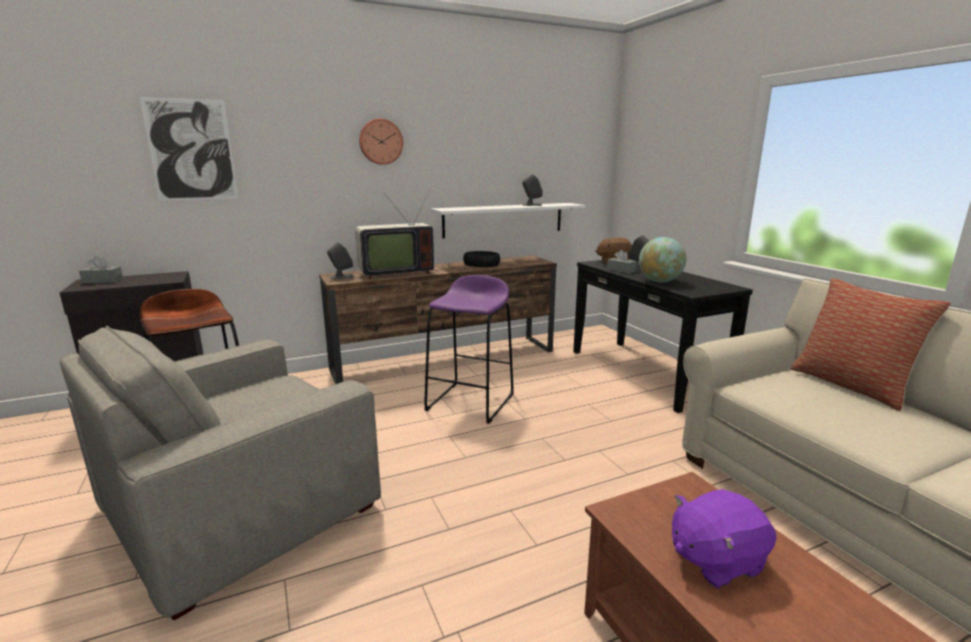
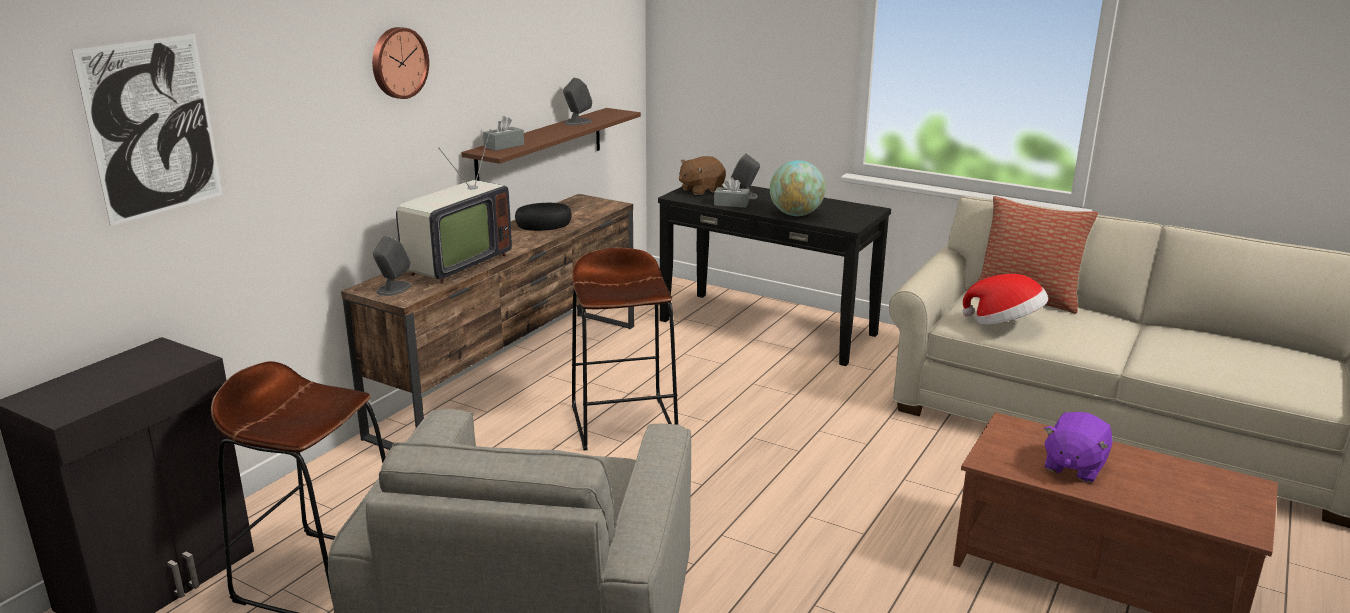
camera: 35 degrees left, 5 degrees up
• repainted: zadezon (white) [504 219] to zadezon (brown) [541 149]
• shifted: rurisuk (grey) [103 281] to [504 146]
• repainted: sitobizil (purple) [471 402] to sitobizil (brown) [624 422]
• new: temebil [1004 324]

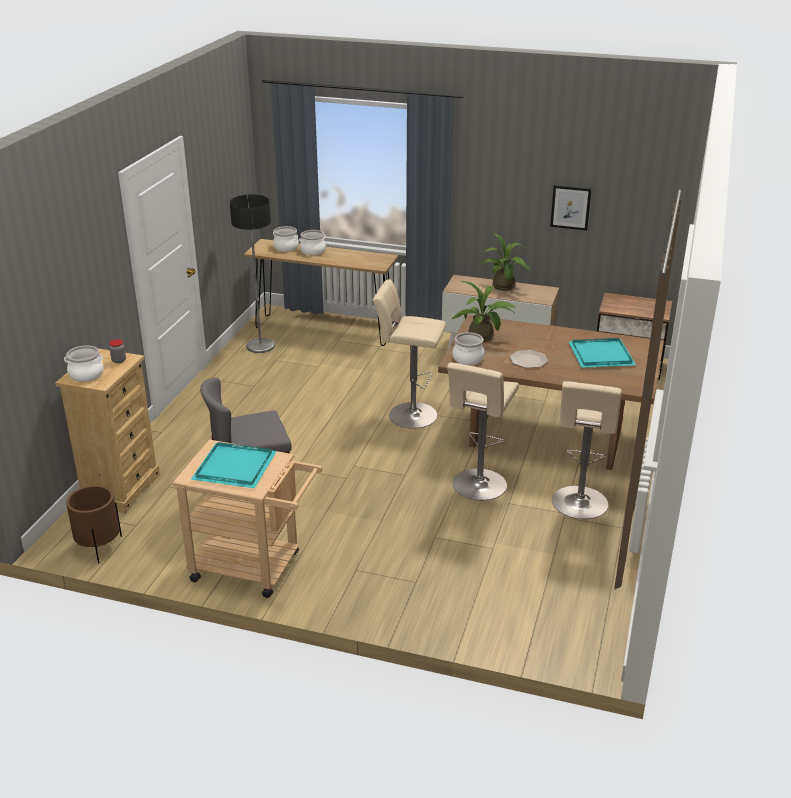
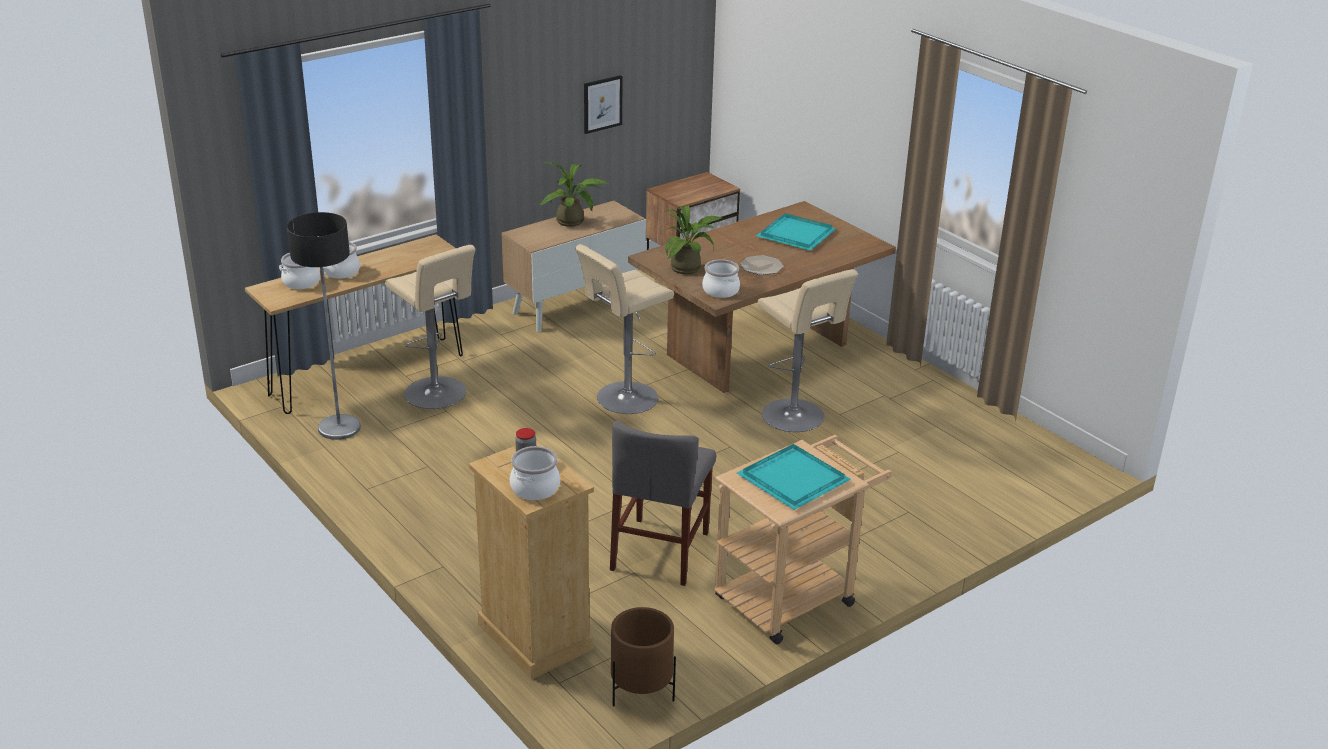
camera: 55 degrees left, 0 degrees up
• shifted: sitobizil (beige) [579 505] to [438 394]

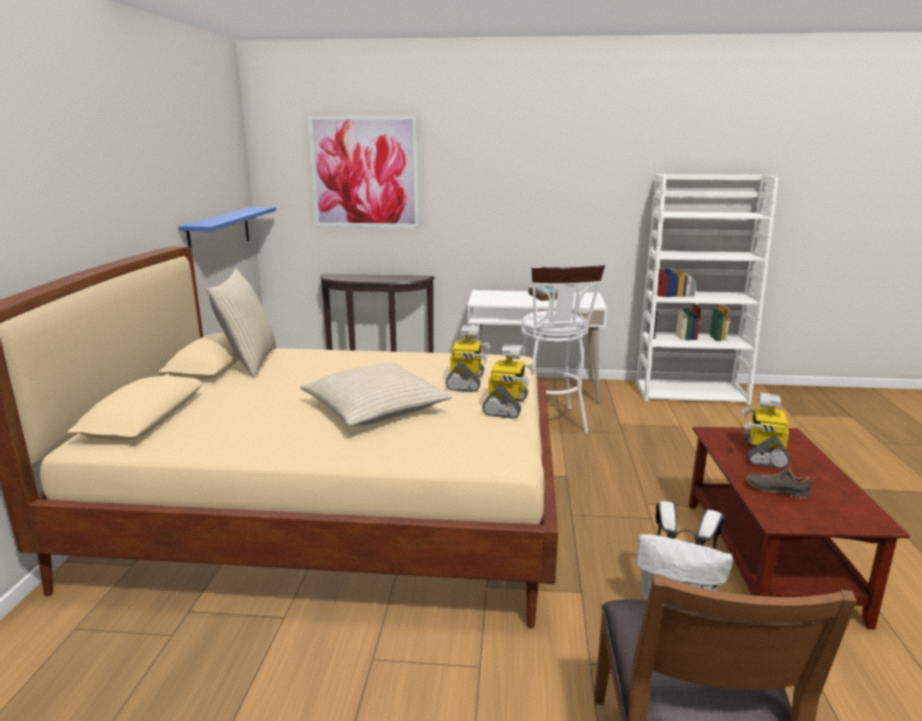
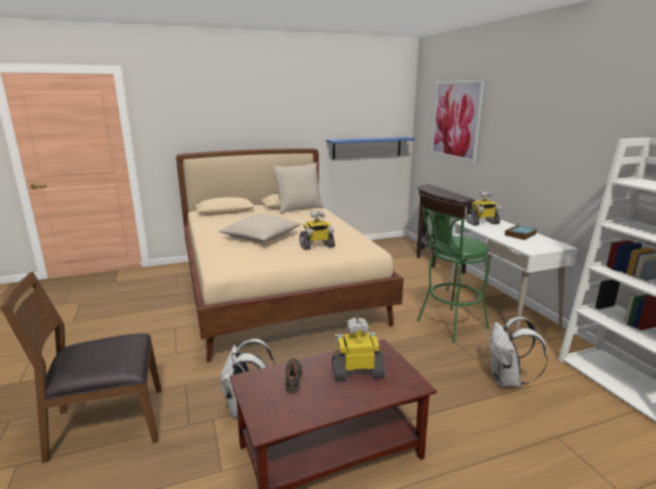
camera: 65 degrees right, 0 degrees up
• repainted: sitobizil (white) [551 424] to sitobizil (green) [448 326]
• shifted: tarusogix [507 406] to [482 223]
• new: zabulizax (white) [507 380]

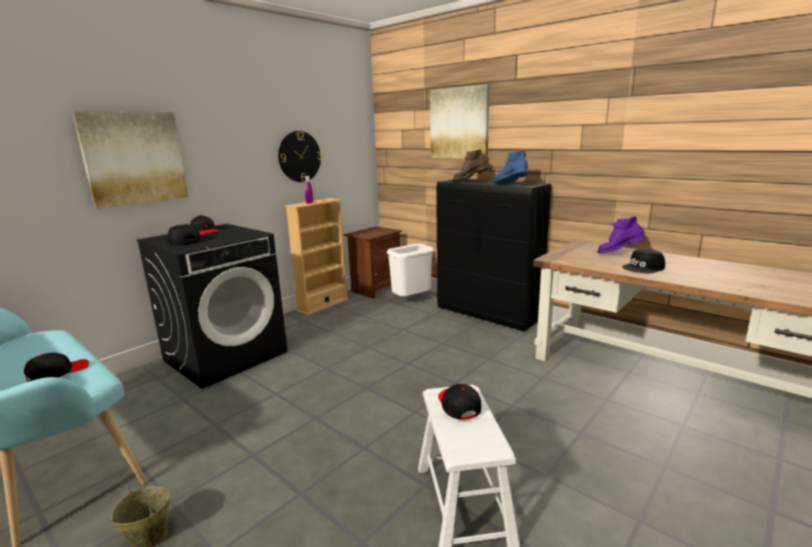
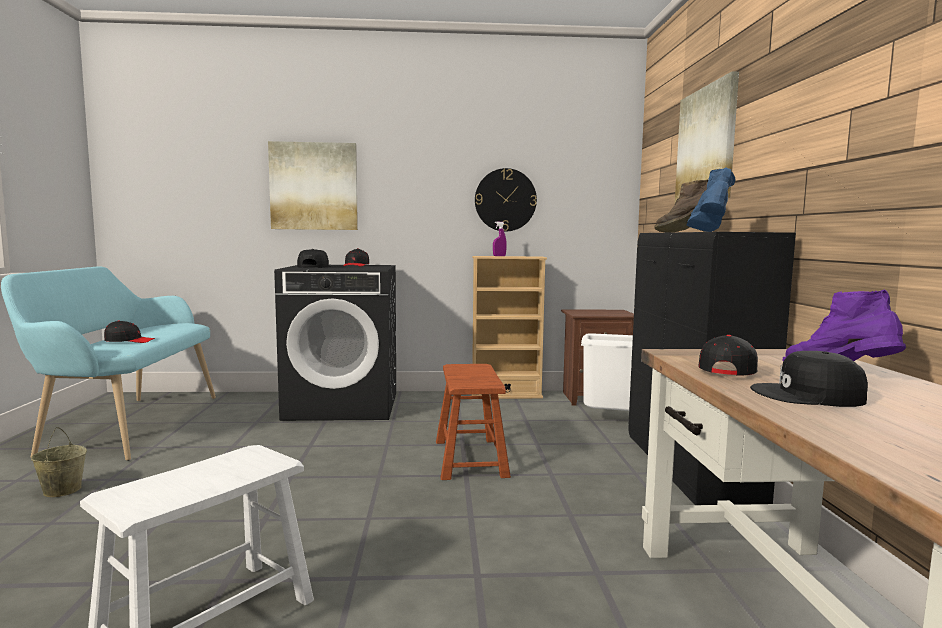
camera: 45 degrees right, 10 degrees down
• shifted: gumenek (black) [458 405] to [727 370]
• new: sitobizil (brown) [470 458]

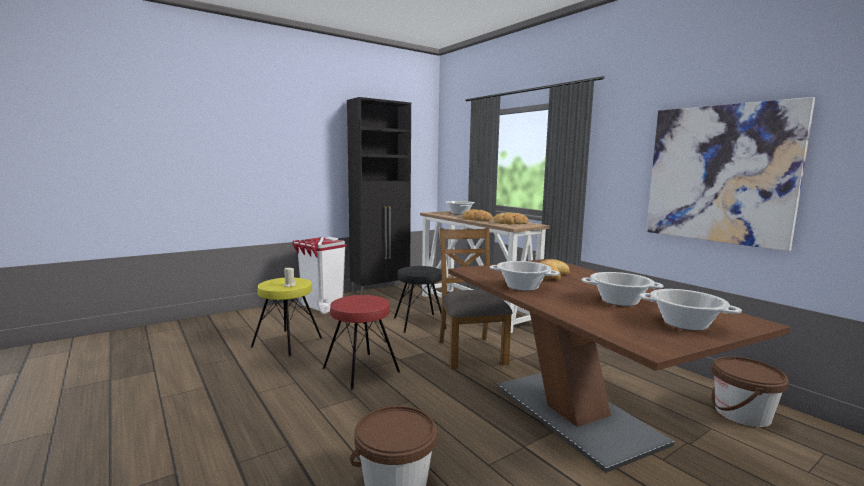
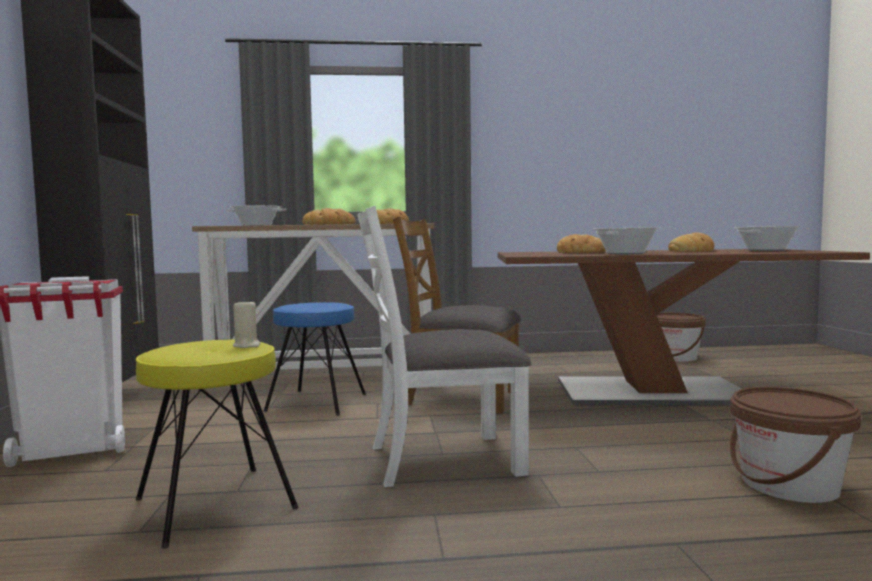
camera: 60 degrees left, 5 degrees down
• gone: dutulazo [719 174]
• repainted: sitobizil (black) [420 323] to sitobizil (blue) [317 402]
• swapped: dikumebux [619 301] to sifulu [693 251]
• swapped: sitobizil (red) [361 370] to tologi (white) [442 459]

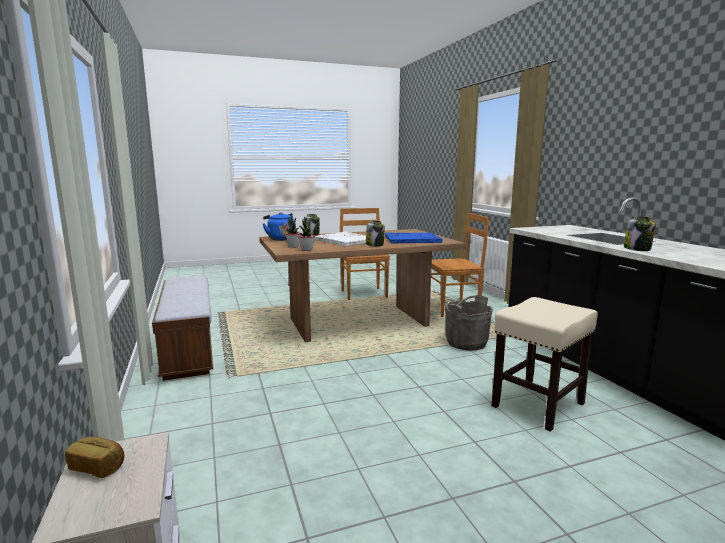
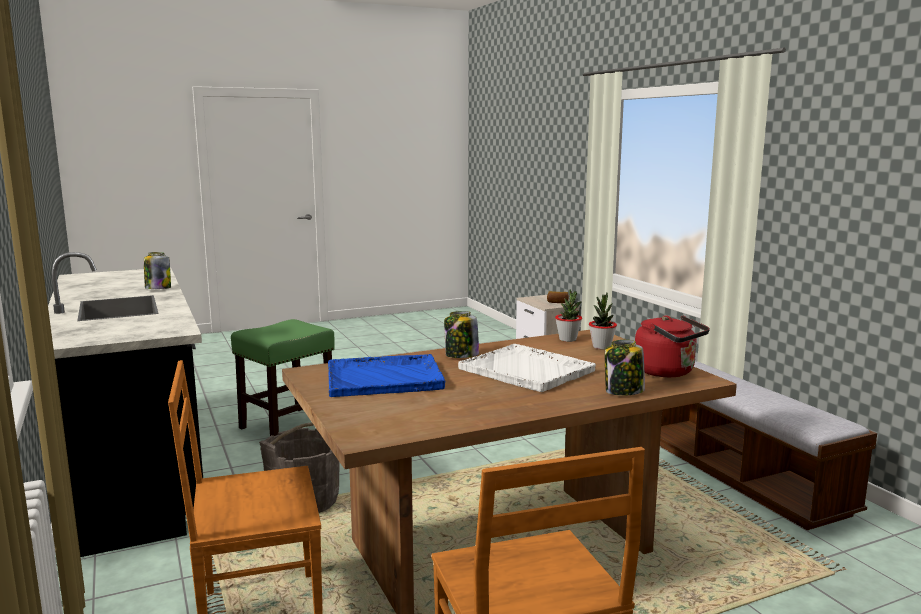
camera: 175 degrees right, 0 degrees up
• repainted: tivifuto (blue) [280 239] to tivifuto (red) [668 372]
• repainted: sitobizil (beige) [537 405] to sitobizil (green) [288 425]

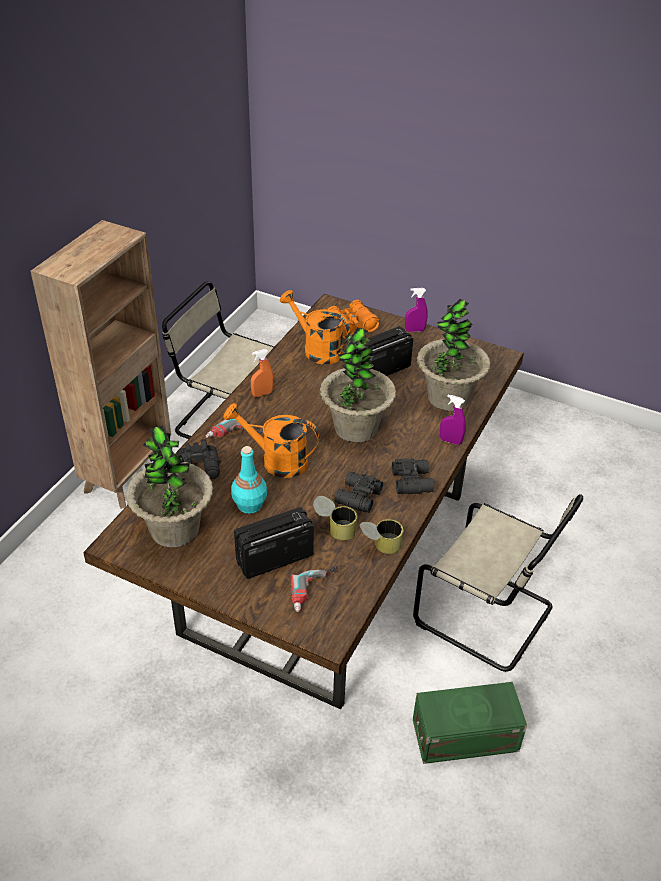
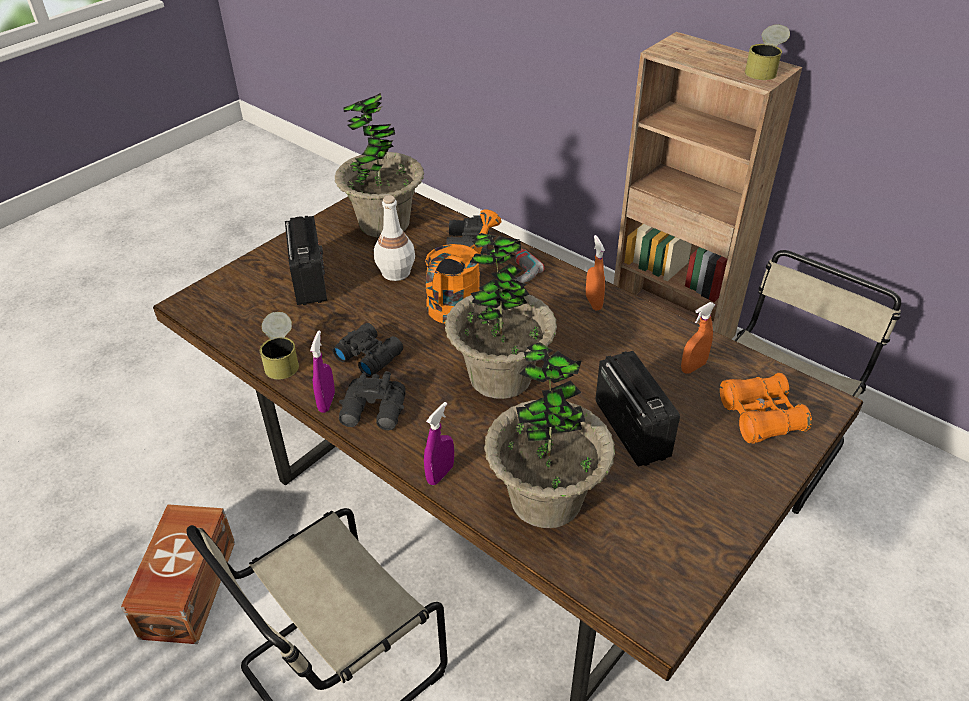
camera: 105 degrees right, 0 degrees up
• shifted: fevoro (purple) [415 330] to [327 402]
• swapped: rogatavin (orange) [317 349] to fevoro (orange) [693 367]
• repainted: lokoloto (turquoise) [249 505] to lokoloto (white) [395 272]
• shifted: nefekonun [335 527] to [764 70]
• gone: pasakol [317 591]
• repainted: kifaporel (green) [467 736] to kifaporel (brown) [186 590]

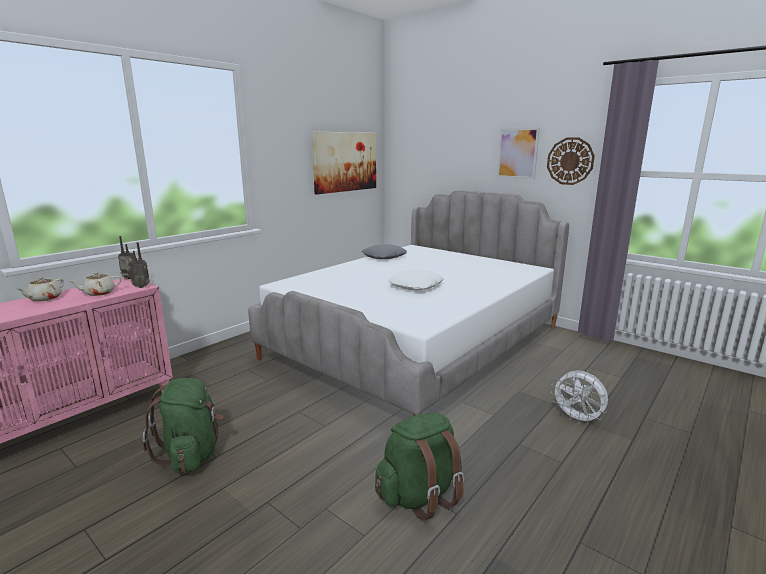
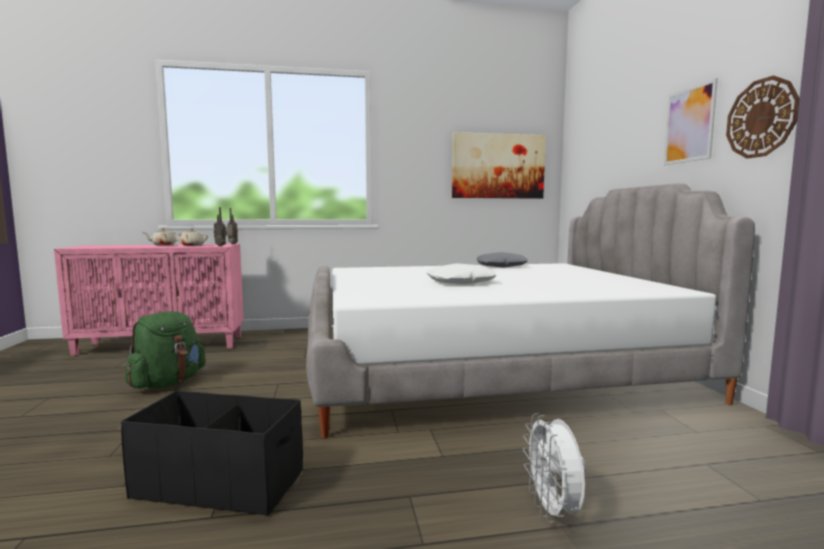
camera: 40 degrees right, 10 degrees down
• swapped: zabulizax (green) [420 495] to kifaporel (black) [220 483]

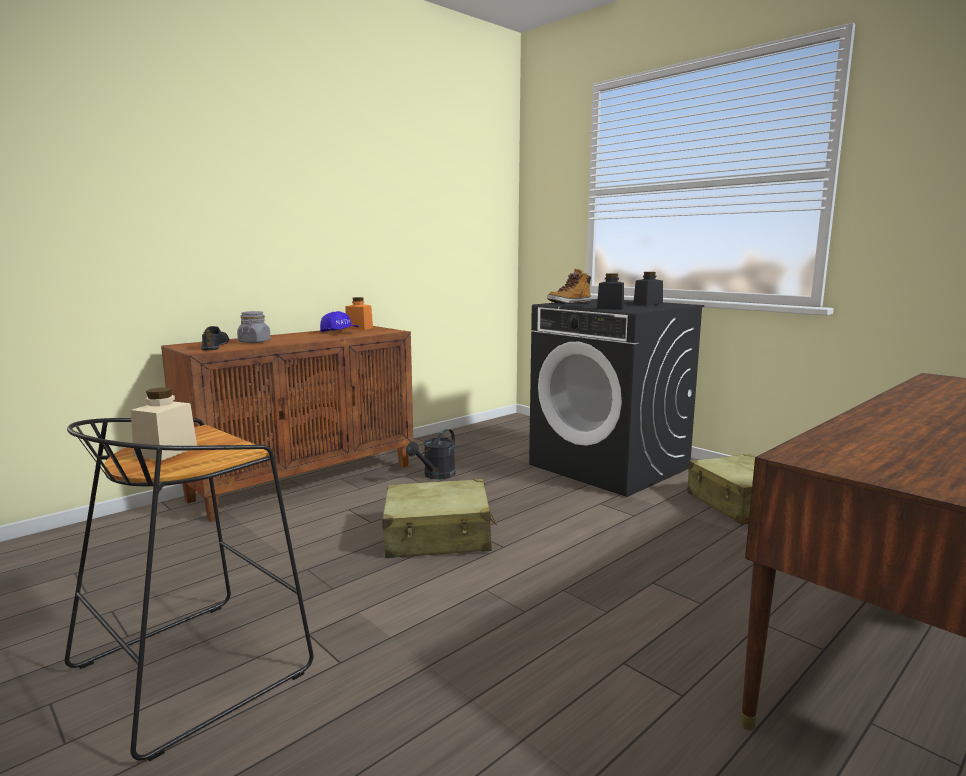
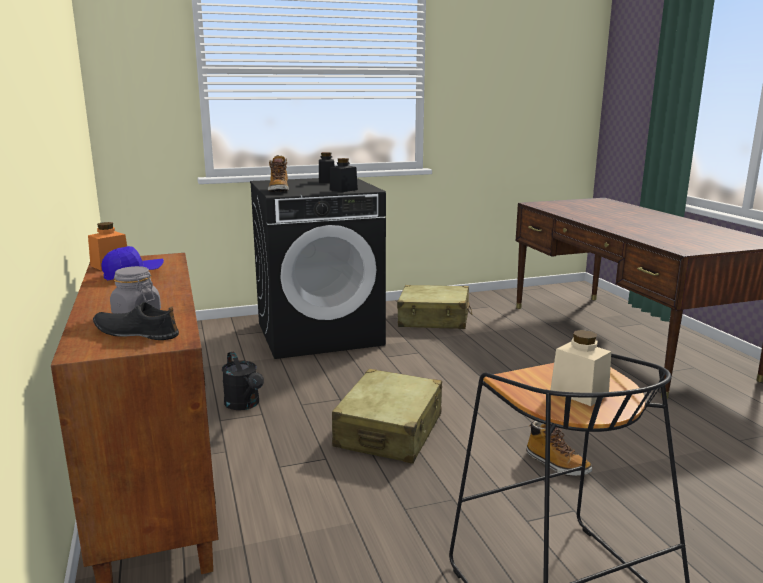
camera: 65 degrees left, 5 degrees up
• new: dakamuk [556 464]

